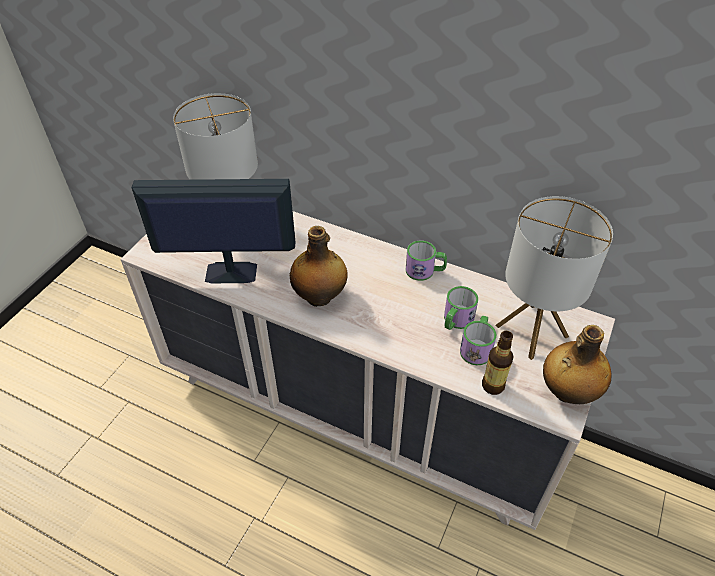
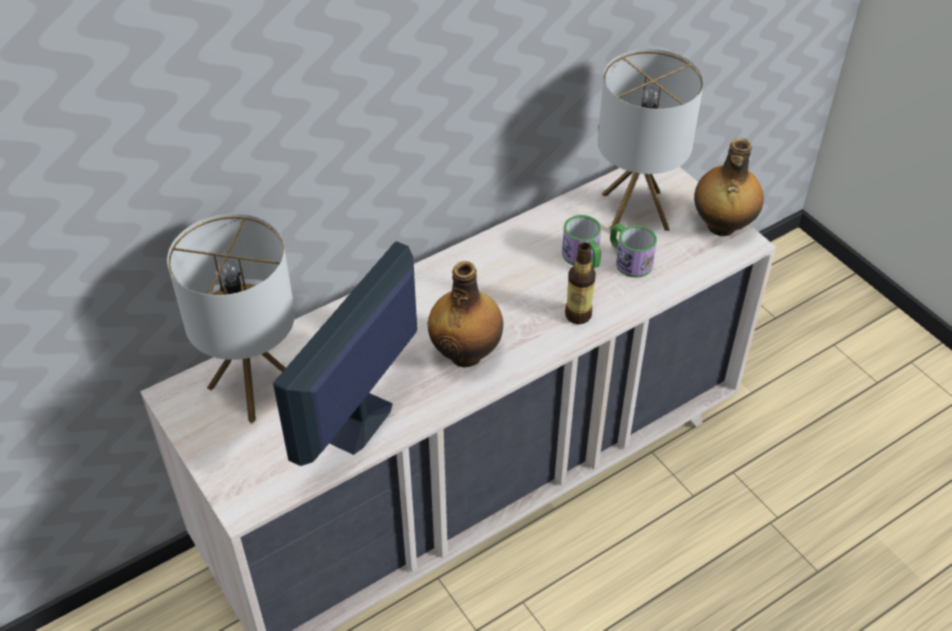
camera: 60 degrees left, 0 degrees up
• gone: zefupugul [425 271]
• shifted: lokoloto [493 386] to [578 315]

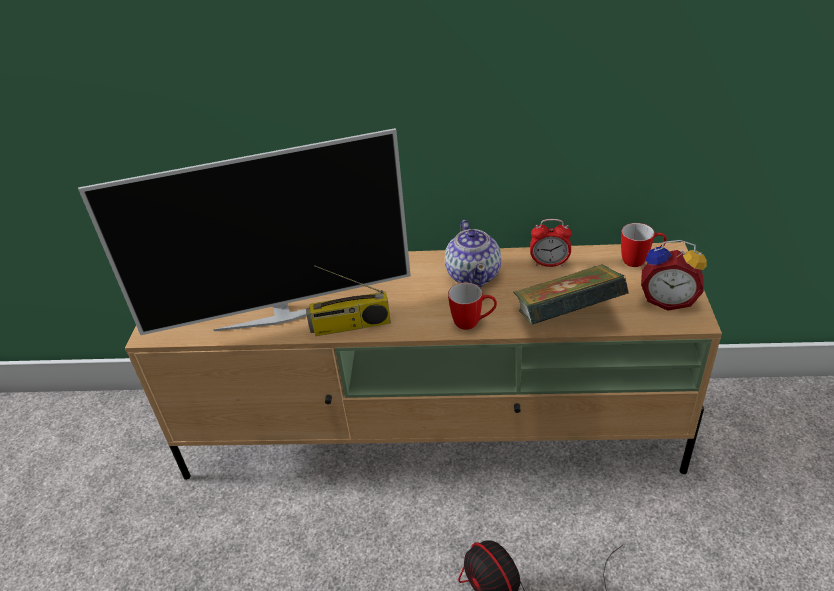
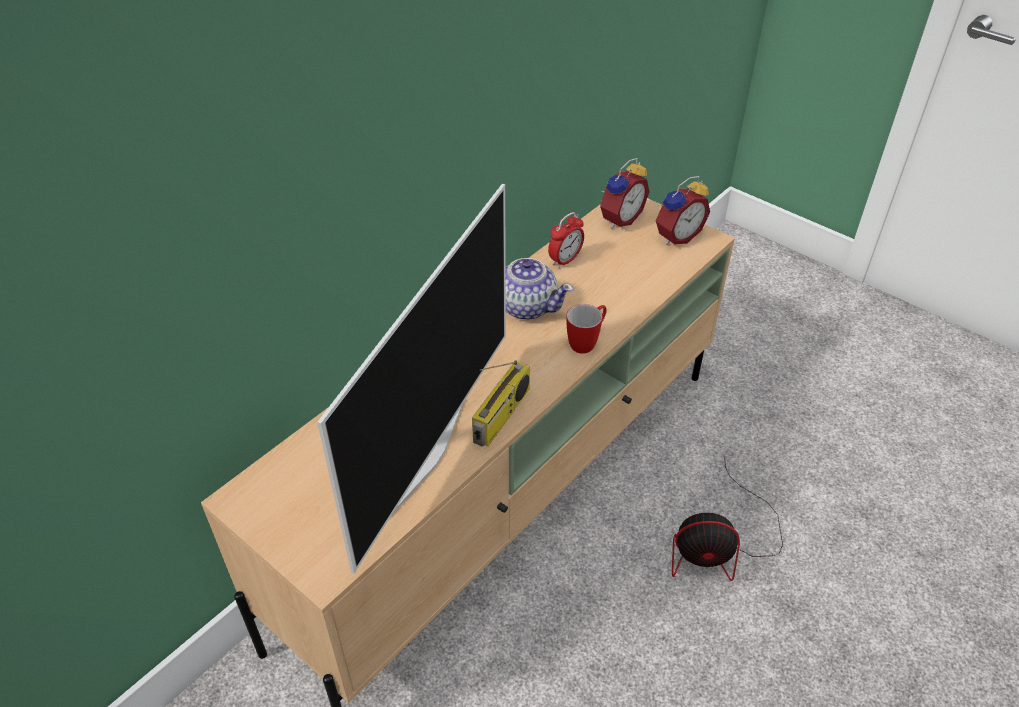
camera: 55 degrees left, 5 degrees up
• swapped: zefupugul [640 261] to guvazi [619 218]
• gone: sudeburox [566 318]

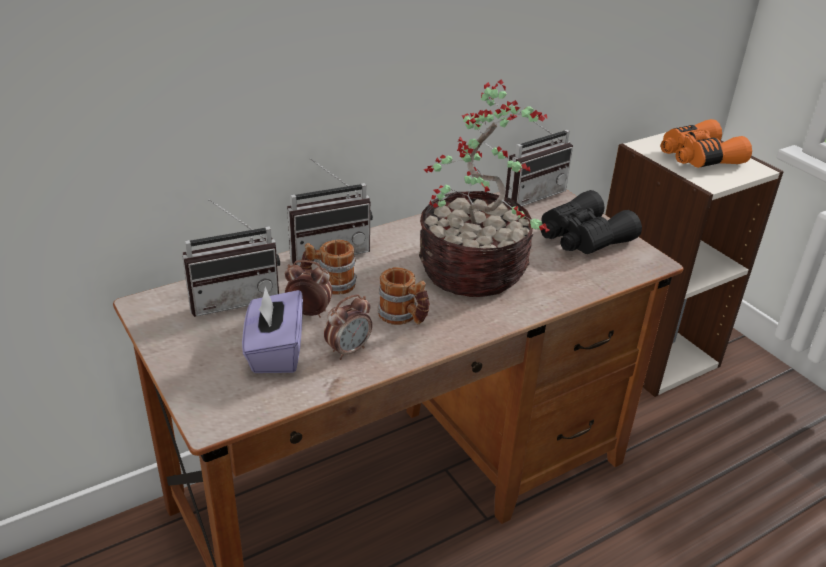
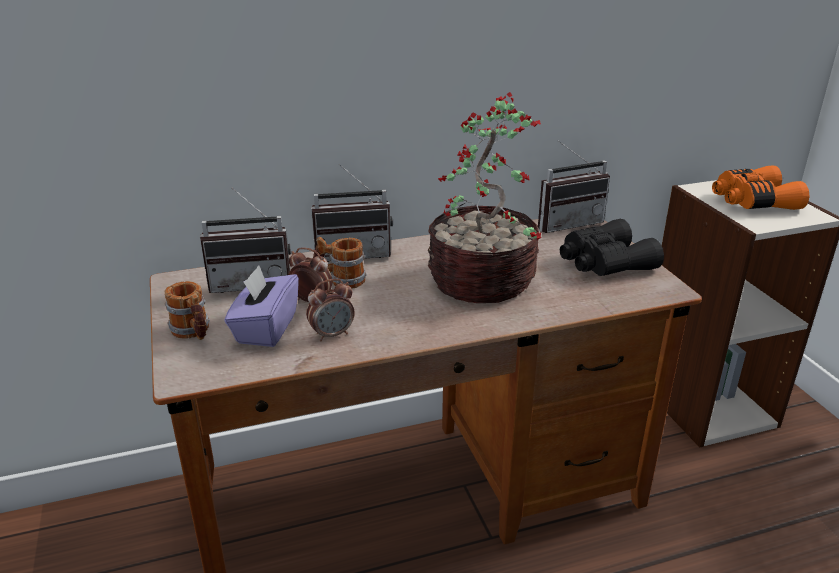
camera: 15 degrees right, 5 degrees down
• shifted: zefupugul [403 317] to [193 332]

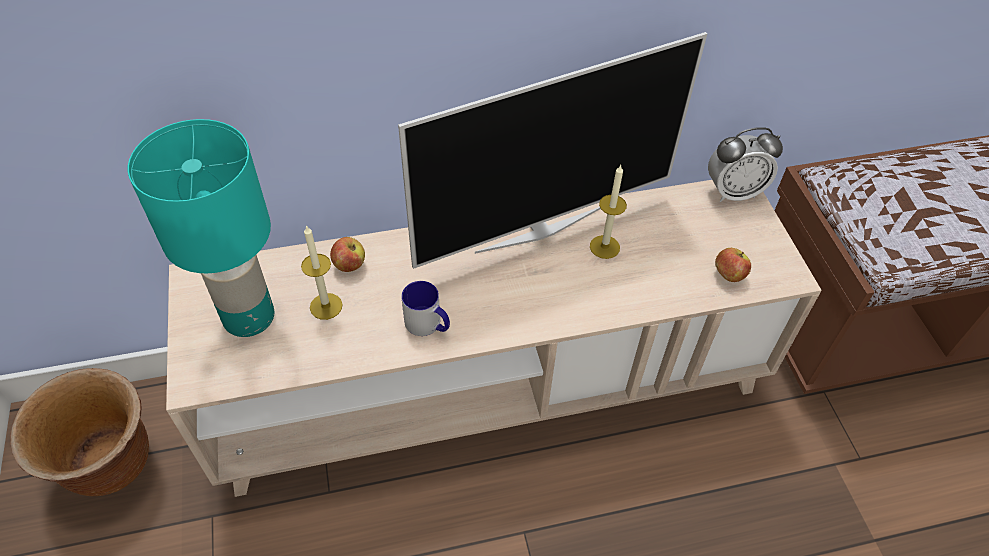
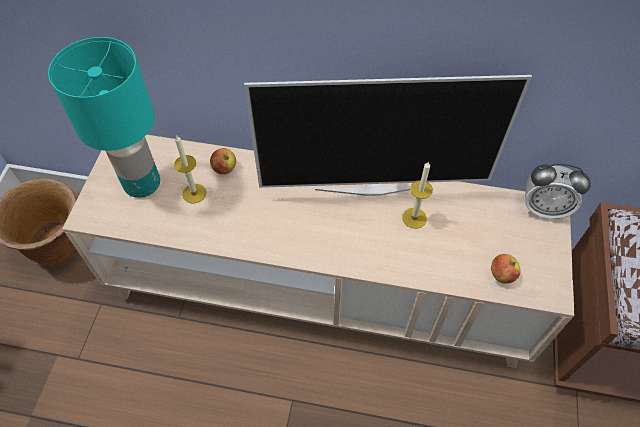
camera: 25 degrees right, 5 degrees up
• gone: zefupugul [428 325]

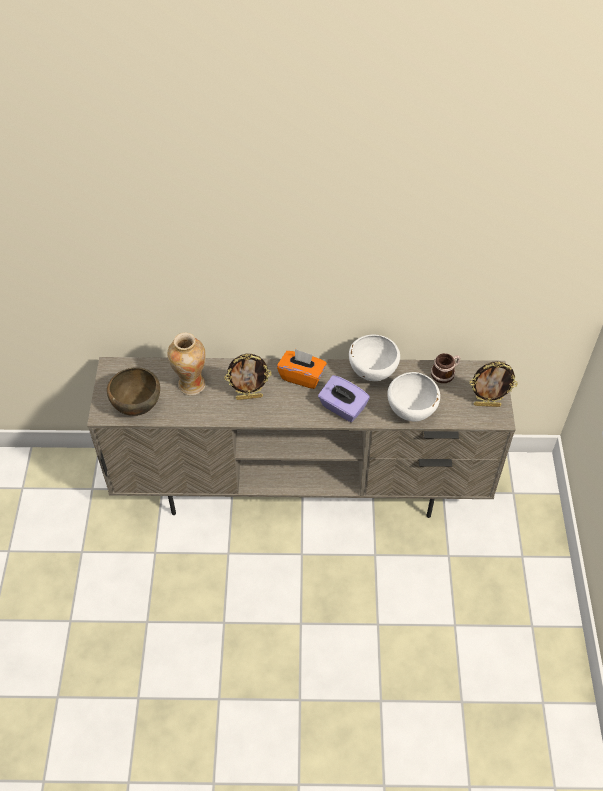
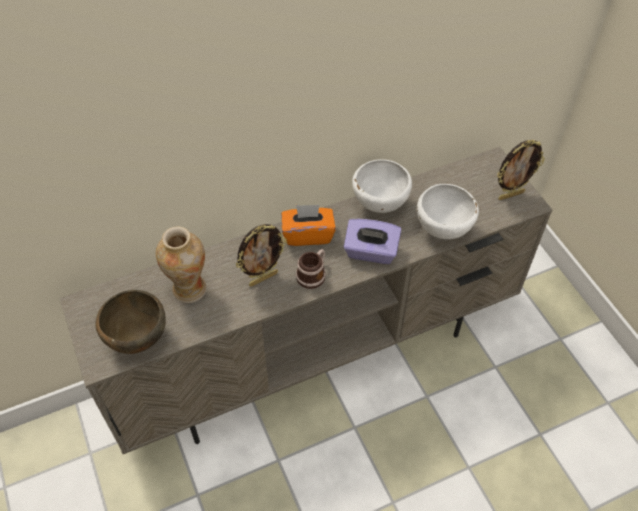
camera: 25 degrees left, 0 degrees up
• shifted: zefupugul [445 373] to [313 274]

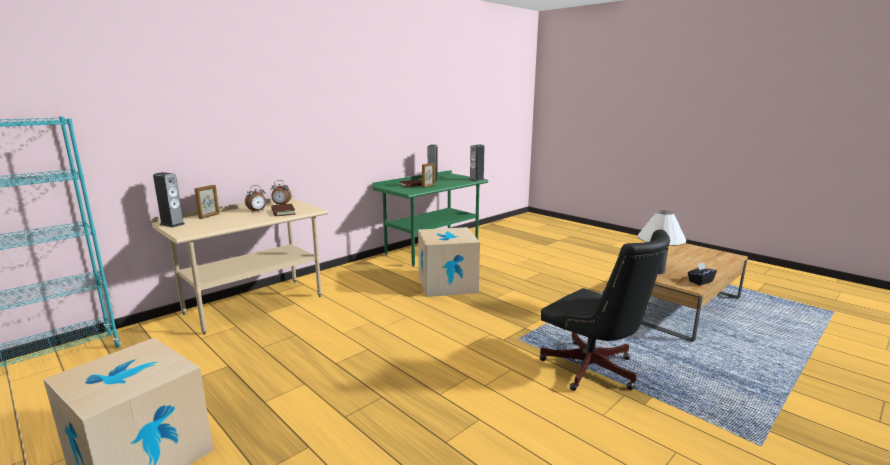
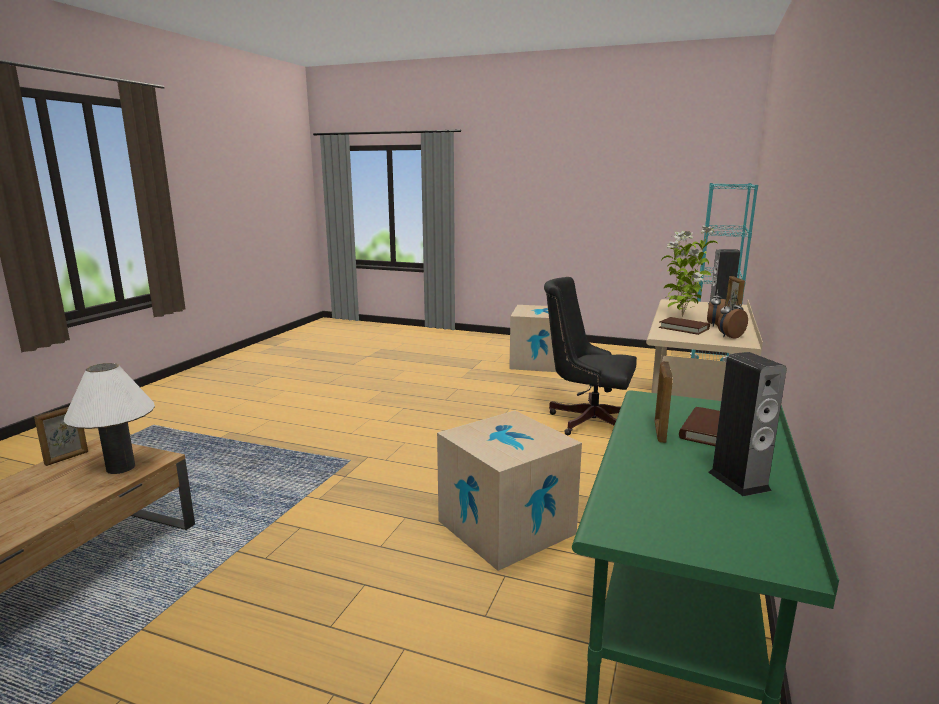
camera: 155 degrees right, 0 degrees up
• gone: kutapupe [476 179]
• shifted: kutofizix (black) [594 371] to [587 420]
• swapped: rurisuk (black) [700 281] to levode [67 458]
• new: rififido [681 316]

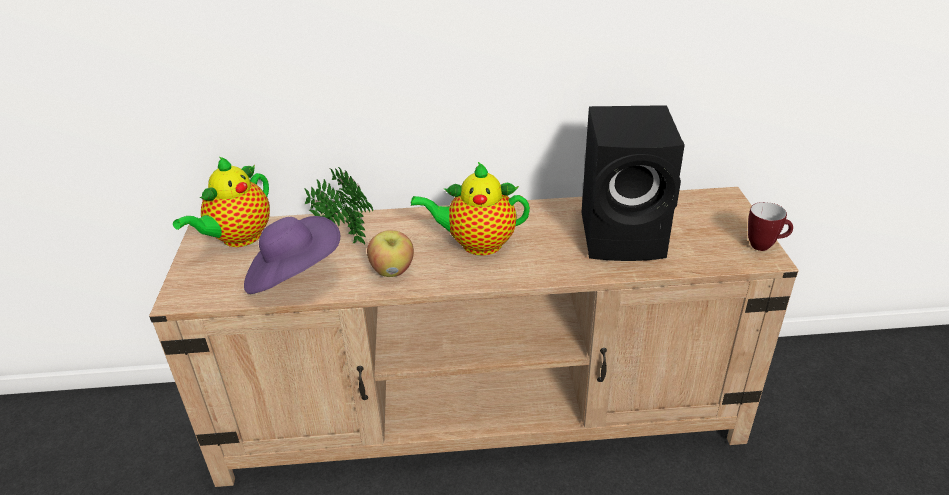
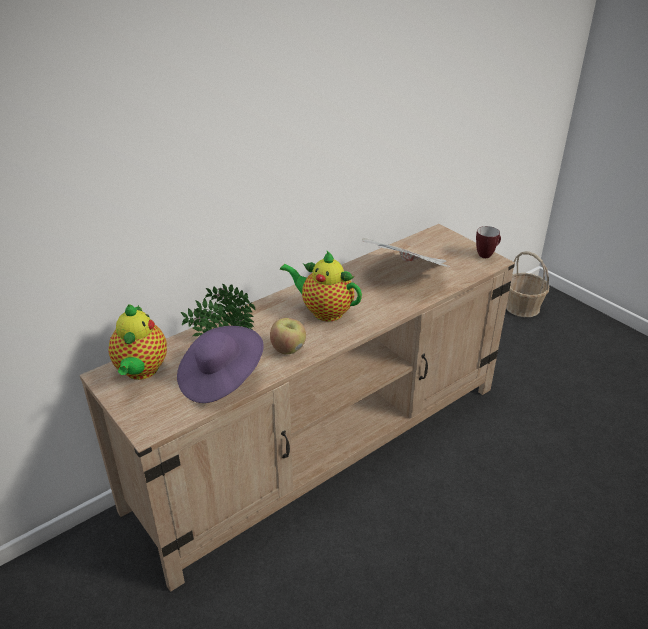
camera: 35 degrees left, 0 degrees up
• swapped: kutapupe (black) [625 236] to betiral [408 274]
• rotated: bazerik [476 244] = [324 311] 60 degrees clockwise
• new: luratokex [522 307]

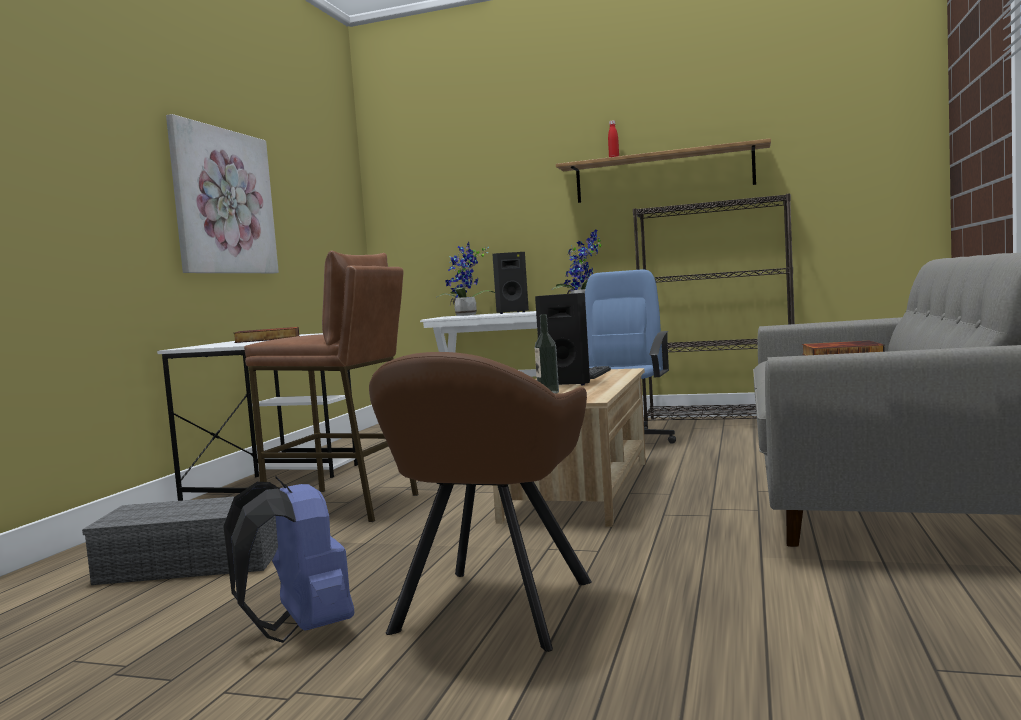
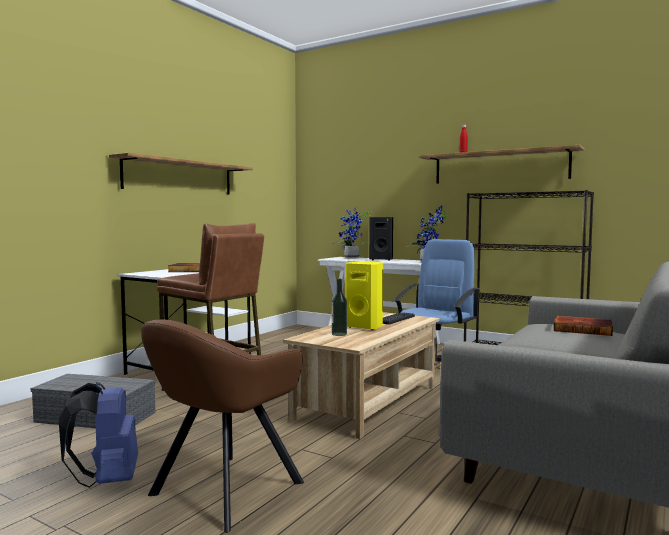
camera: 15 degrees right, 0 degrees up
• swapped: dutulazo [224 201] to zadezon [180 177]
• repainted: kutapupe (black) [568 384] to kutapupe (yellow) [365 327]

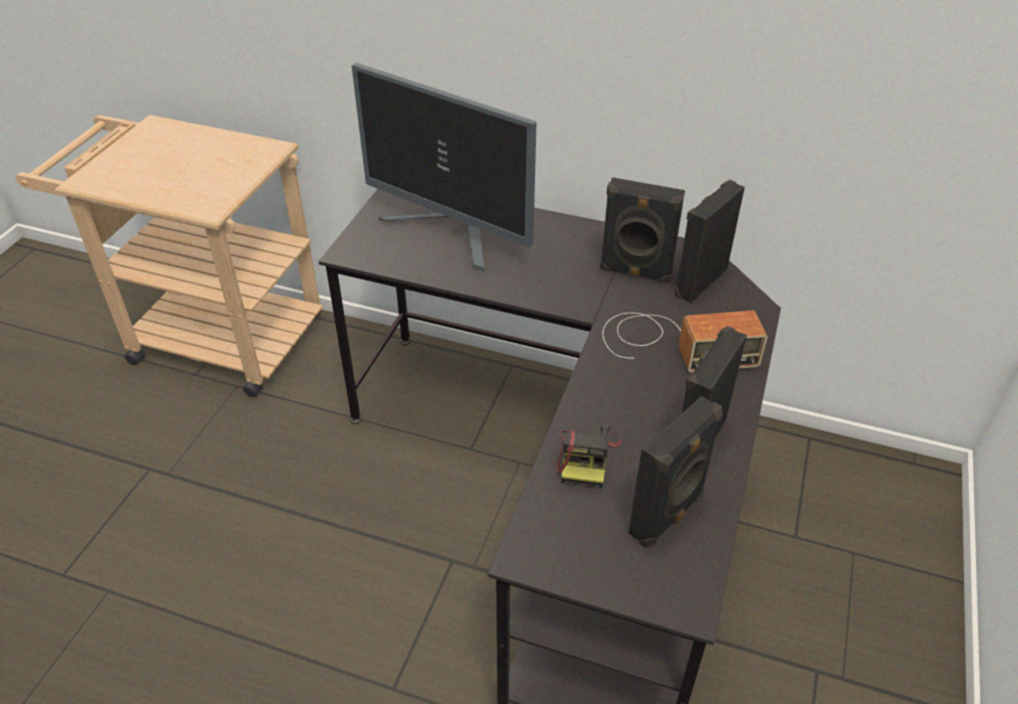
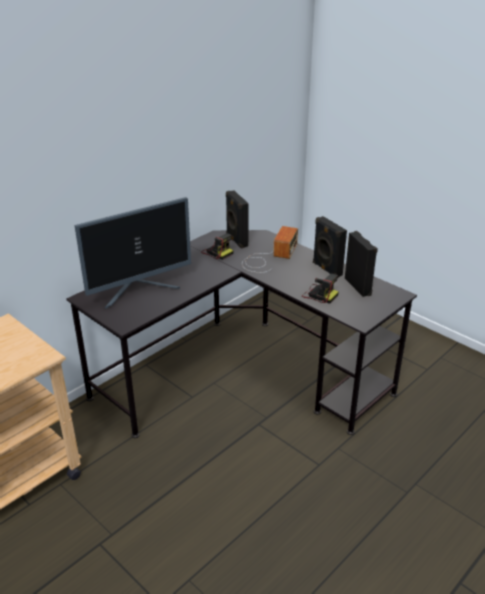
camera: 65 degrees left, 10 degrees down
• swapped: kutapupe (black) [635 272] to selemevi [217 252]

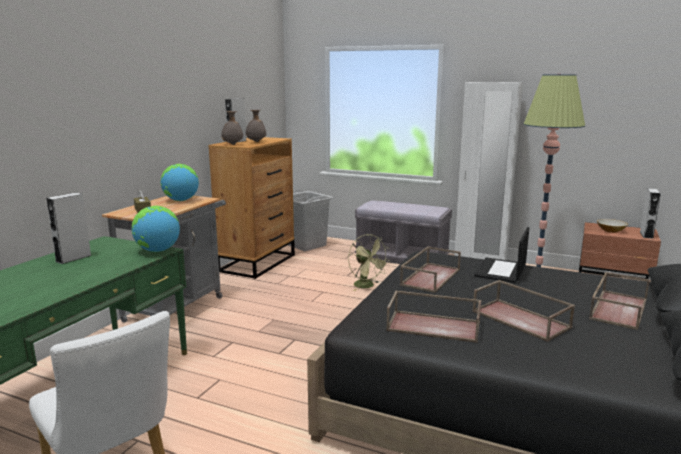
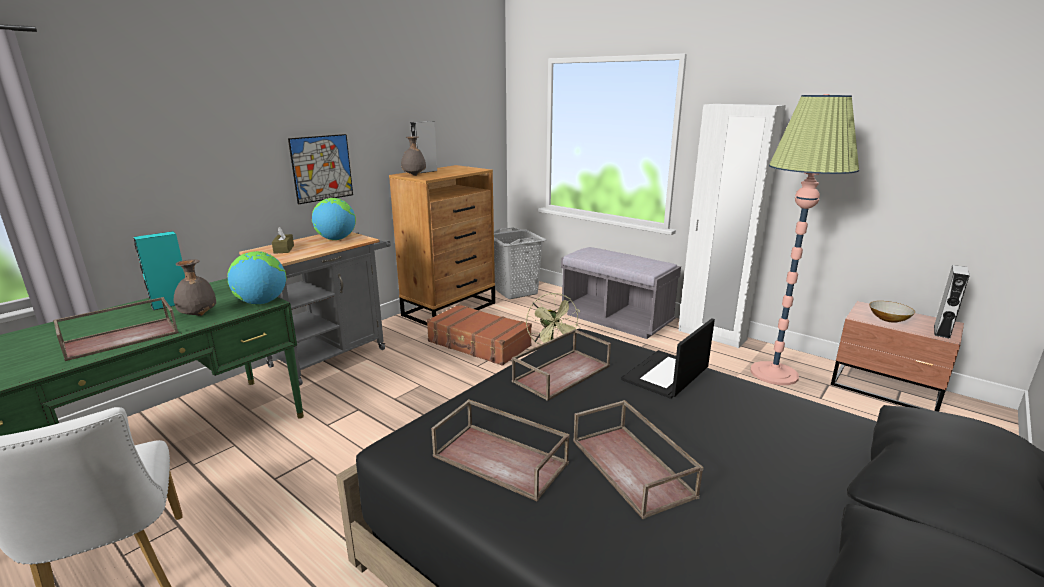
camera: 15 degrees right, 5 degrees up
• shifted: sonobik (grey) [256 142] to [198 315]
• repainted: kutapupe (grey) [73 258] to kutapupe (turquoise) [171 304]
• shifted: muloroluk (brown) [617 308] to [122 337]
• new: dutulazo [322 168]
• new: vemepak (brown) [479 344]

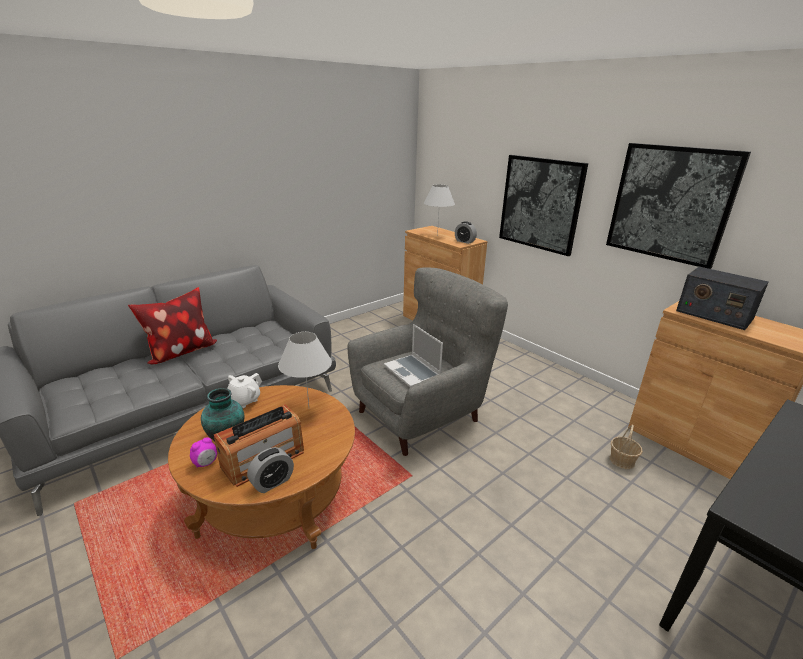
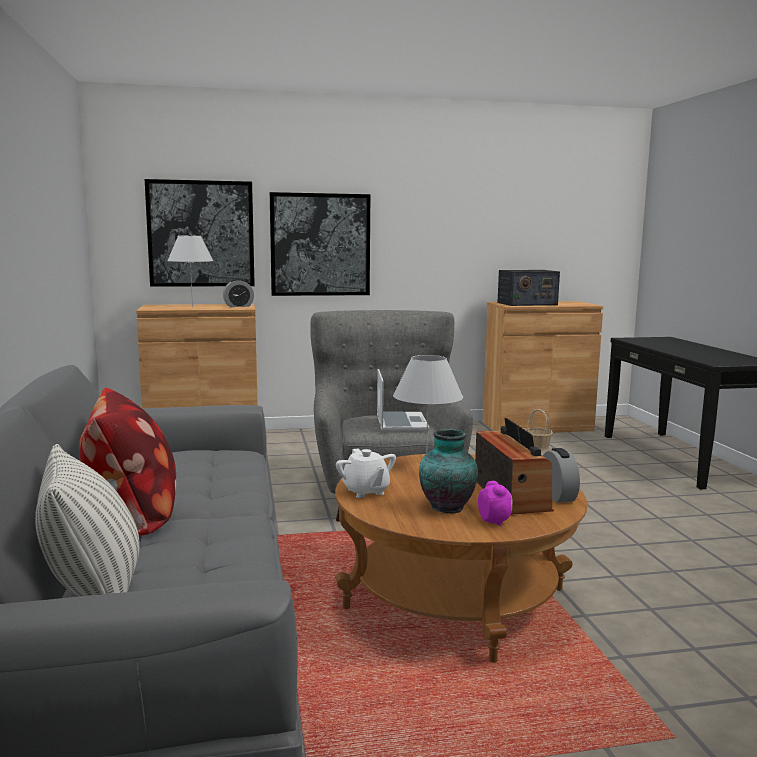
camera: 60 degrees left, 15 degrees down
• shifted: dutulazo [670 203] to [201 234]
• rotated: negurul [413 372] = [400 423] 90 degrees counterclockwise
• new: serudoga [93 591]

